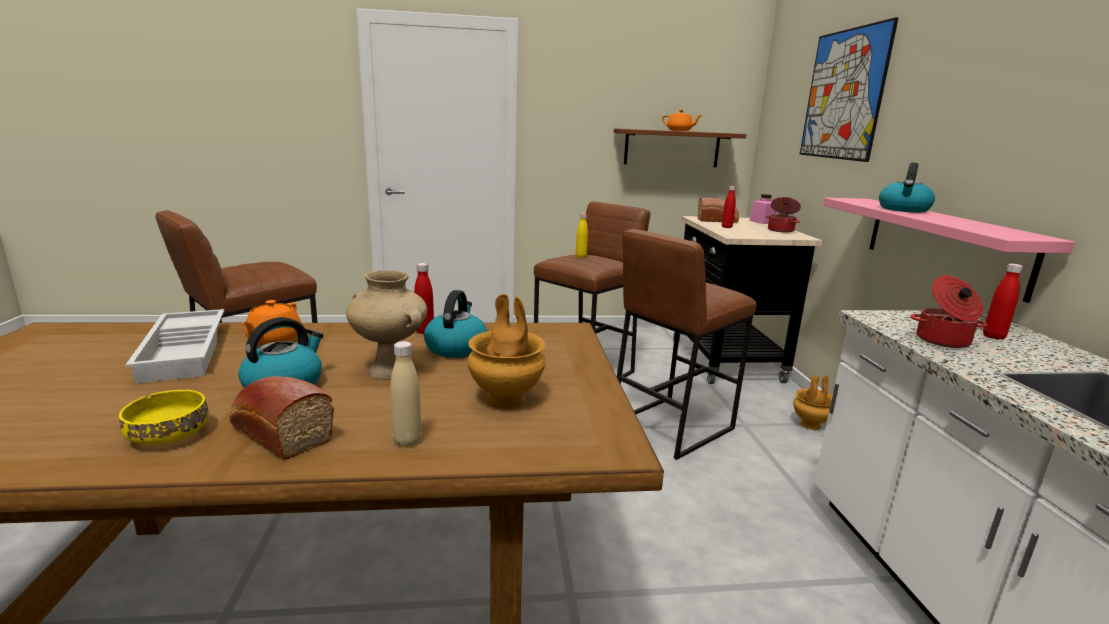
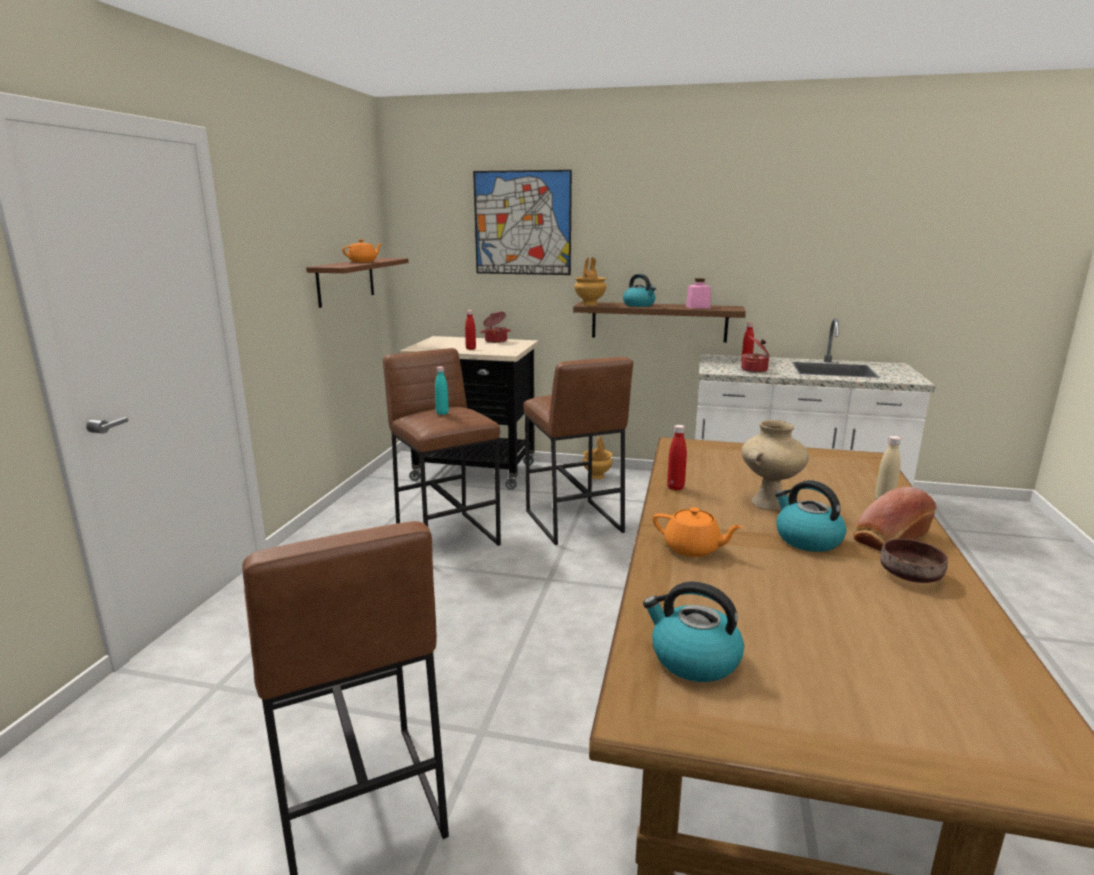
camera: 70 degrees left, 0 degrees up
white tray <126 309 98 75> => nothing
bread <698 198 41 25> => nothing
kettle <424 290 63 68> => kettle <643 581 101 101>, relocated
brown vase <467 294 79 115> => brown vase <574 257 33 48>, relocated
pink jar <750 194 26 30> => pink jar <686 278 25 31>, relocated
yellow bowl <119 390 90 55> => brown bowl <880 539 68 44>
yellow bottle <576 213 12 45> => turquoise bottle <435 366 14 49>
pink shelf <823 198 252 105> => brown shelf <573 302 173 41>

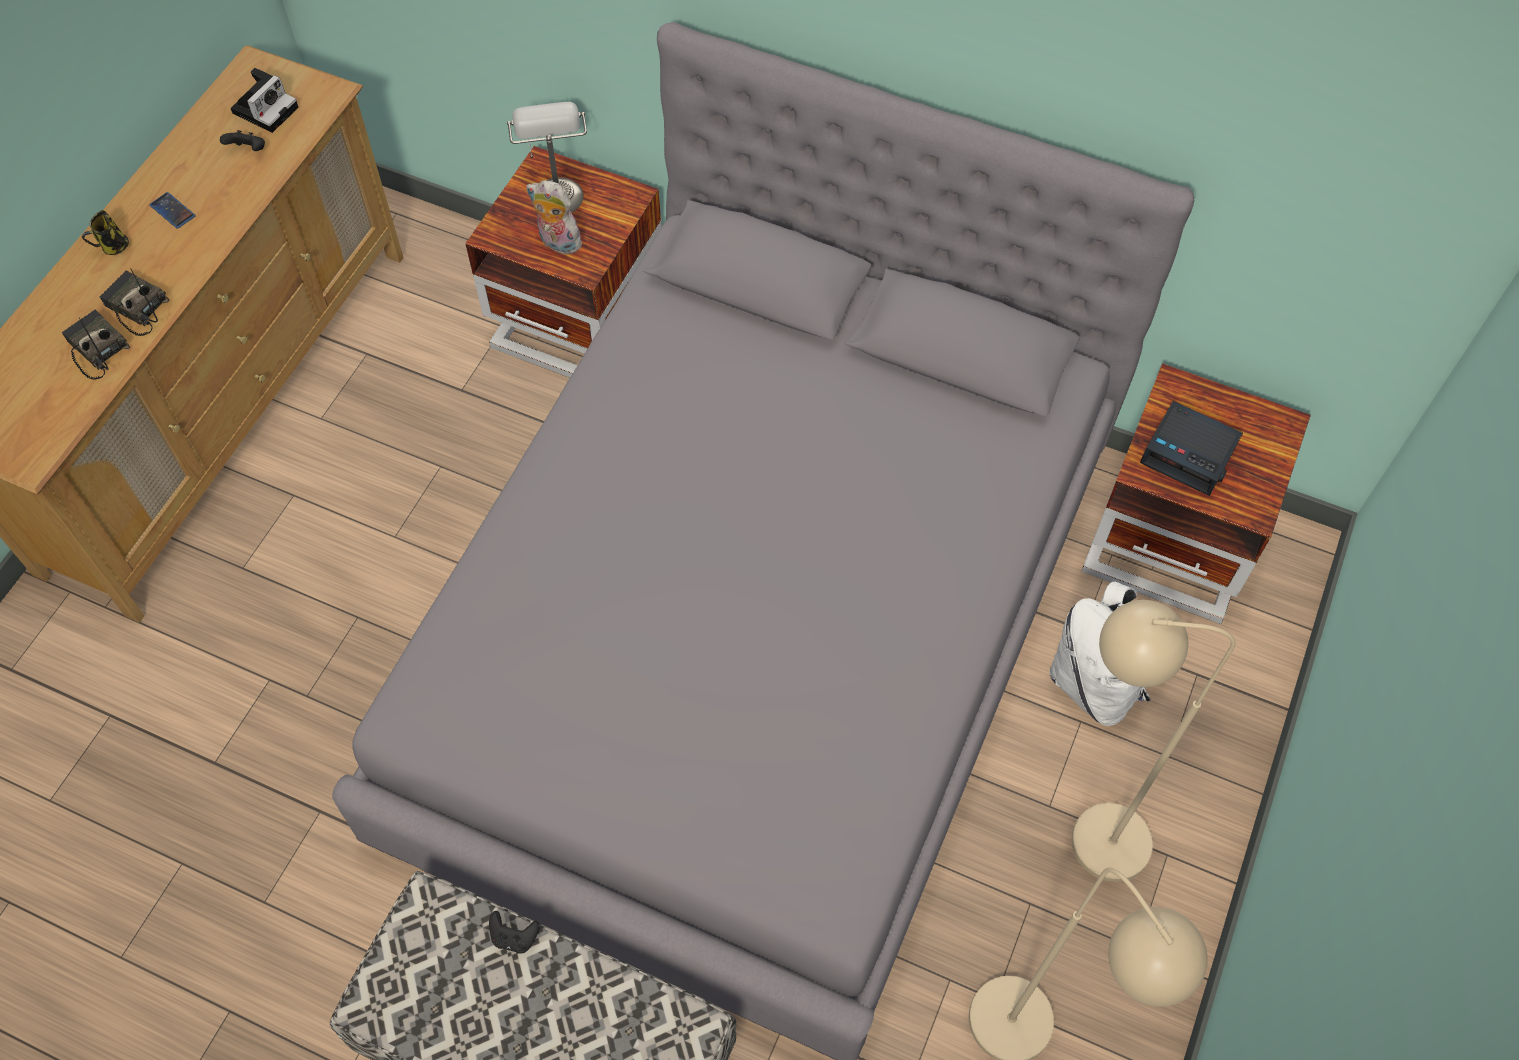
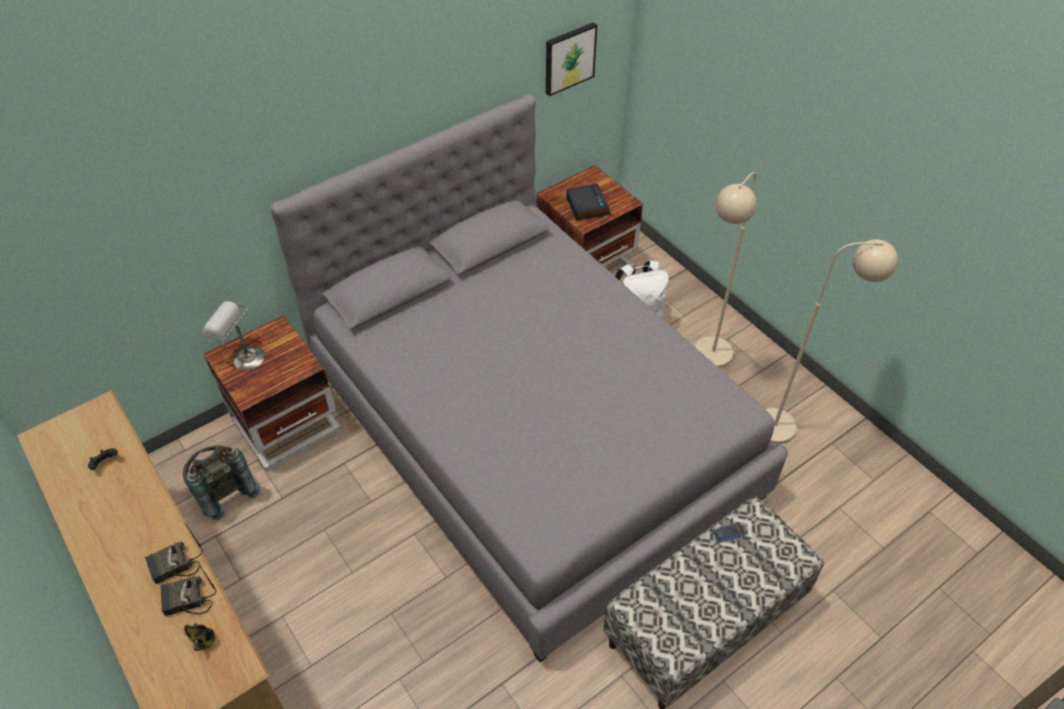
camera: 60 degrees left, 10 degrees down
photo camera <231 68 68 65> => nothing
black game controller <489 911 51 43> => nothing
plush toy <526 180 58 74> => nothing
nothing => grey backpack <183 445 78 75>
nothing => picture <546 22 51 74>
mug <82 210 47 45> => mug <184 623 31 28>, relocated
phone <149 192 47 37> => phone <712 522 33 21>, relocated
alarm clock <1140 401 103 95> => alarm clock <566 184 44 37>, 75 degrees counterclockwise

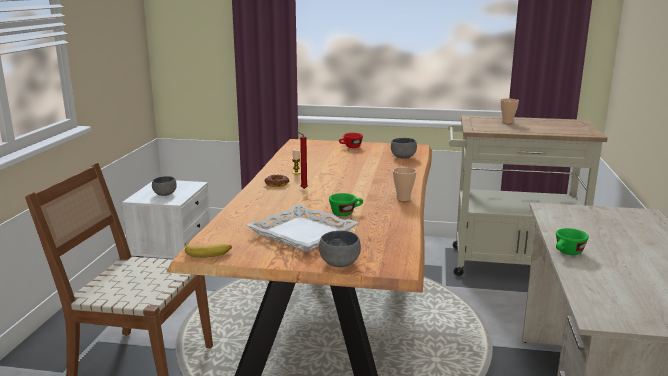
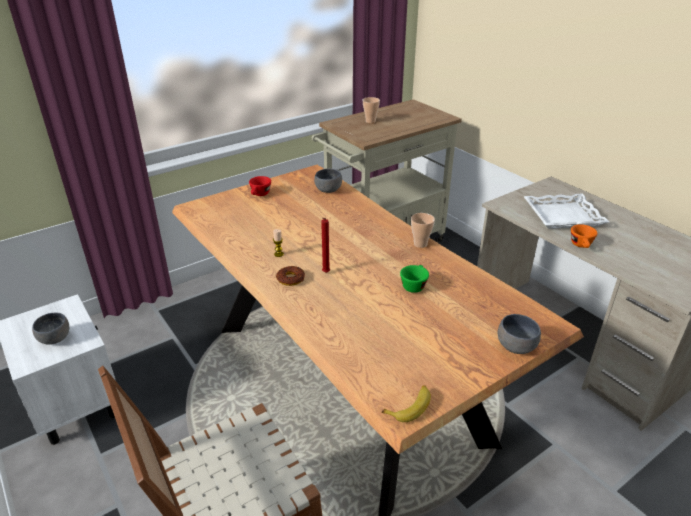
camera: 45 degrees left, 15 degrees up
white tray <247 204 111 48> => white tray <524 194 85 35>, relocated
green cup <556 228 33 27> => orange cup <571 224 26 24>

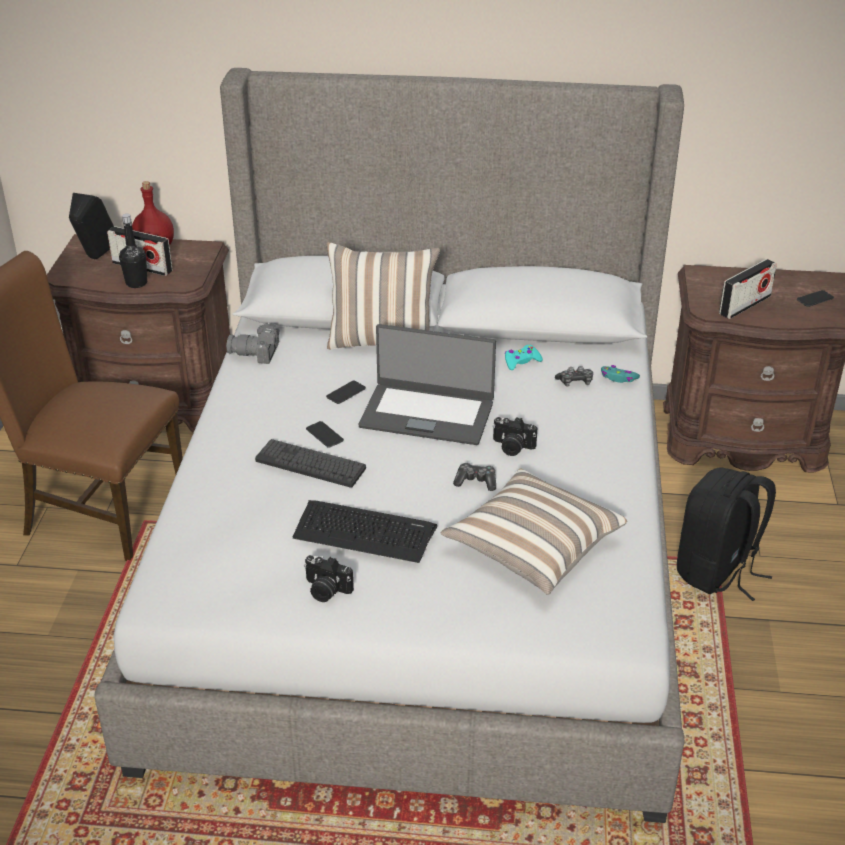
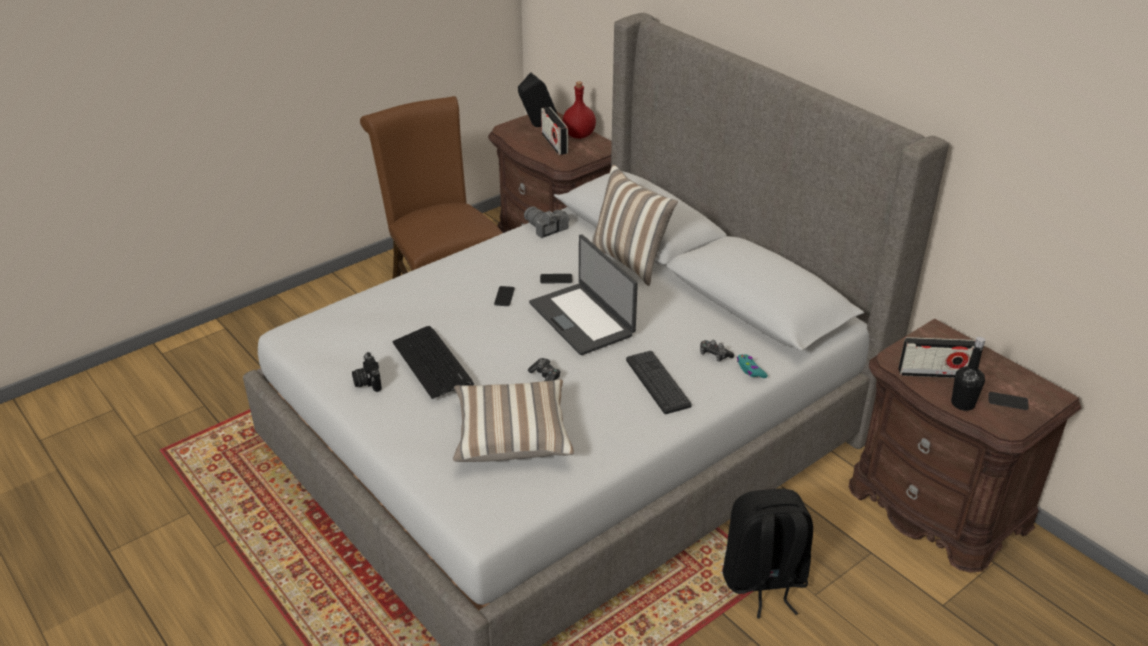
camera: 45 degrees right, 0 degrees up
photo camera <492 417 45 39> => nothing
turquoise game controller <505 345 38 25> => nothing
black bottle <119 214 28 74> => black bottle <951 337 34 74>, relocated
keyboard <255 439 111 49> => keyboard <626 351 66 63>, relocated

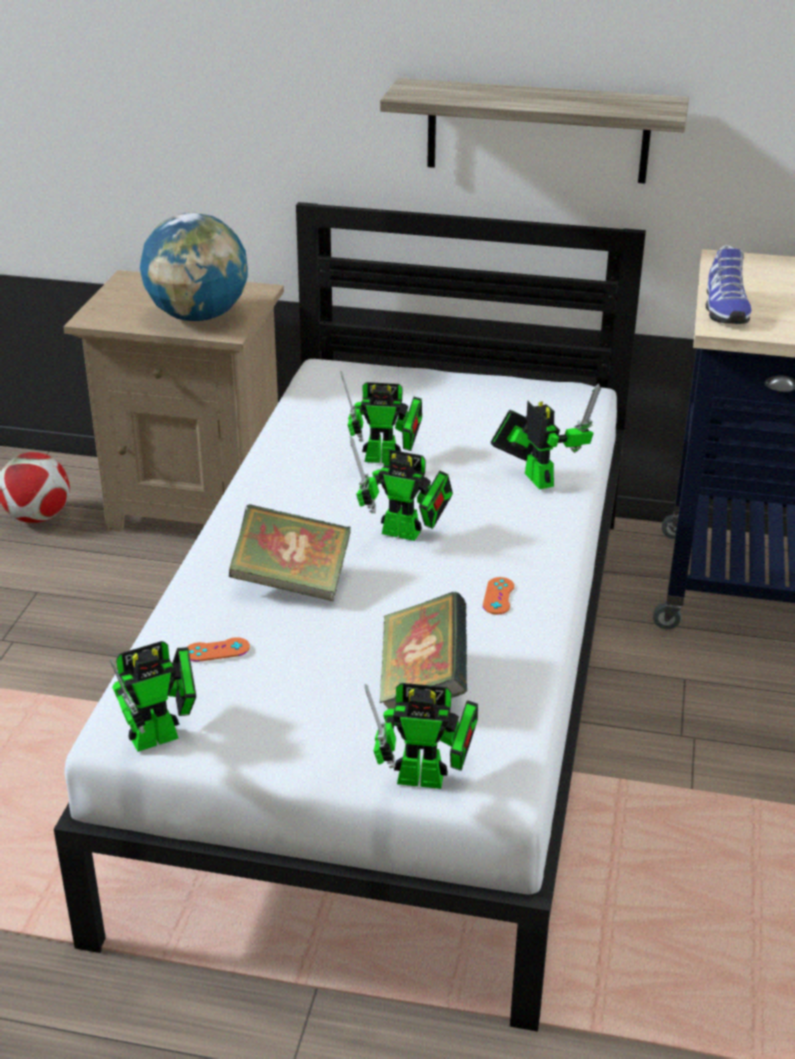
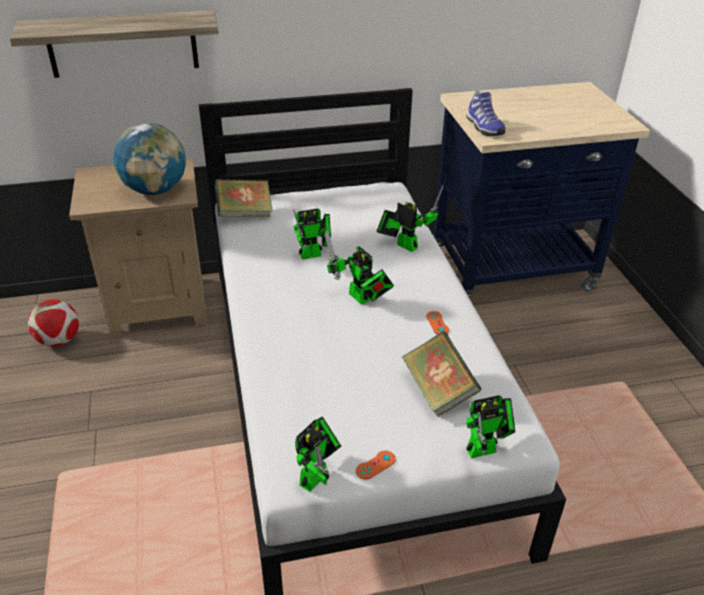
camera: 25 degrees left, 5 degrees up
orange game controller <187 637 63 25> => orange game controller <356 450 40 30>, relocated
book <229 504 122 97> => book <215 179 58 38>, relocated
shelf <380 78 309 106> => shelf <10 10 209 68>, relocated
toy robot <350 436 103 105> => toy robot <325 231 69 73>, 60 degrees clockwise

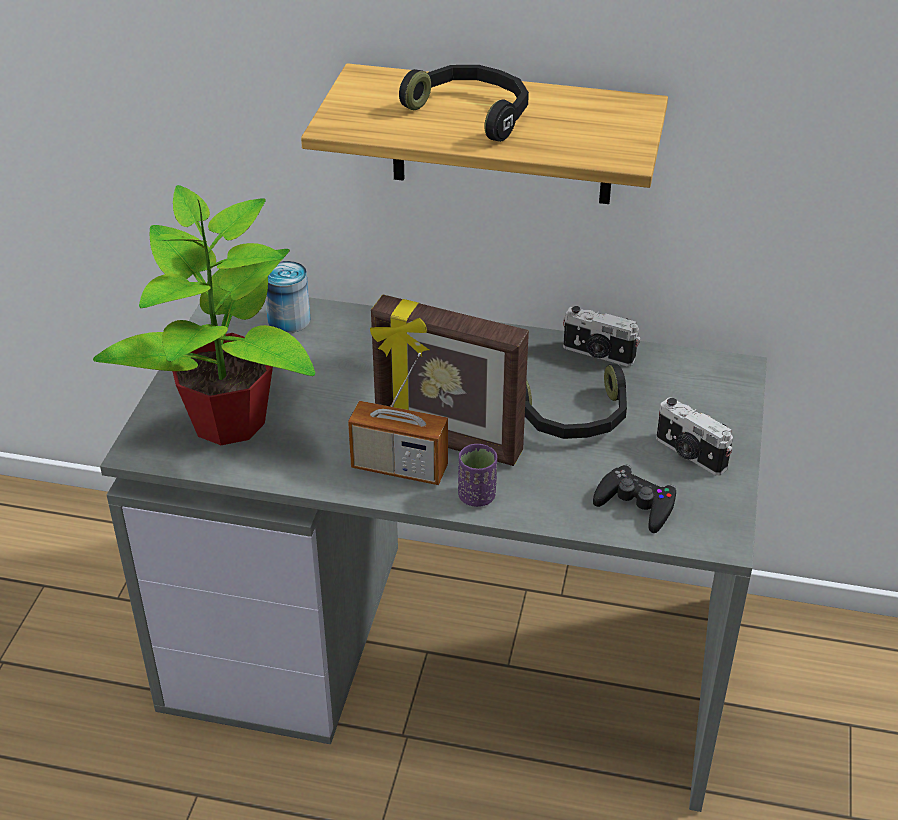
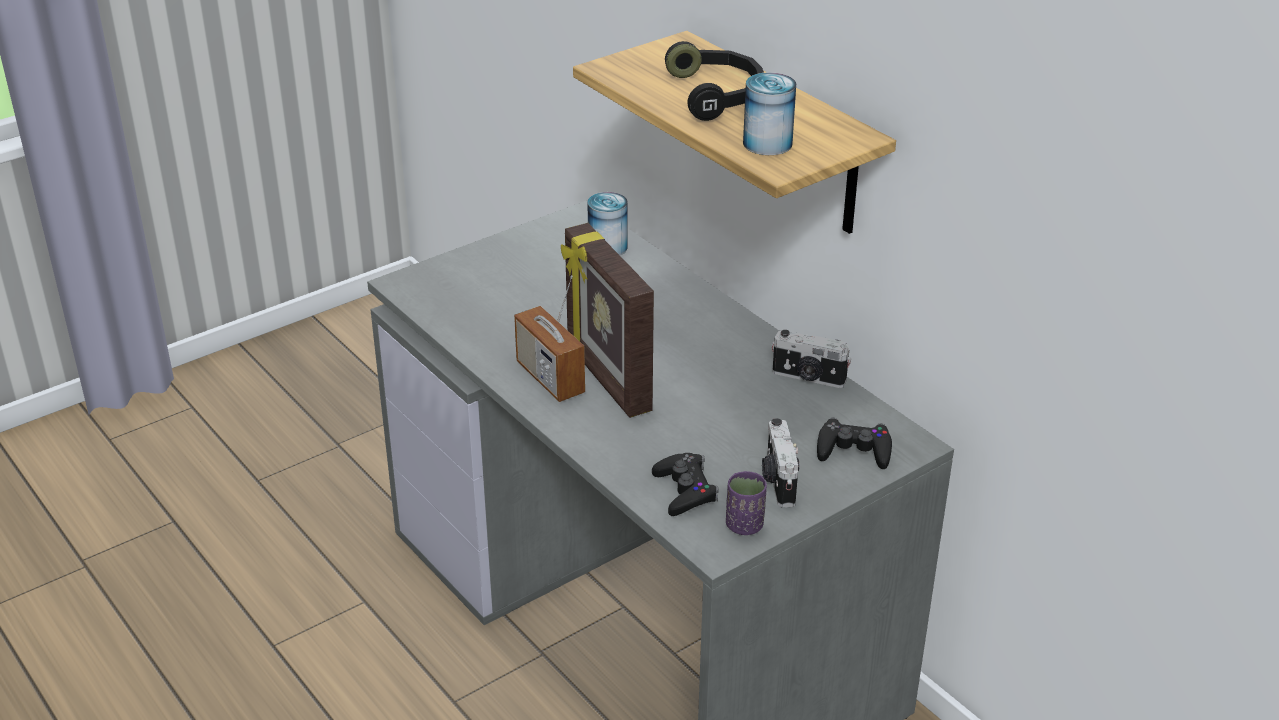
camera: 40 degrees right, 5 degrees down
potted plant <93 185 222 260> => nothing
black headphones <525 364 102 75> => nothing
nothing => can <743 72 53 83>
nothing => black game controller <817 418 75 51>
purple cup <458 444 39 63> => purple cup <726 471 41 64>, relocated
photo camera <563 306 77 61> => photo camera <772 330 79 58>, 45 degrees counterclockwise

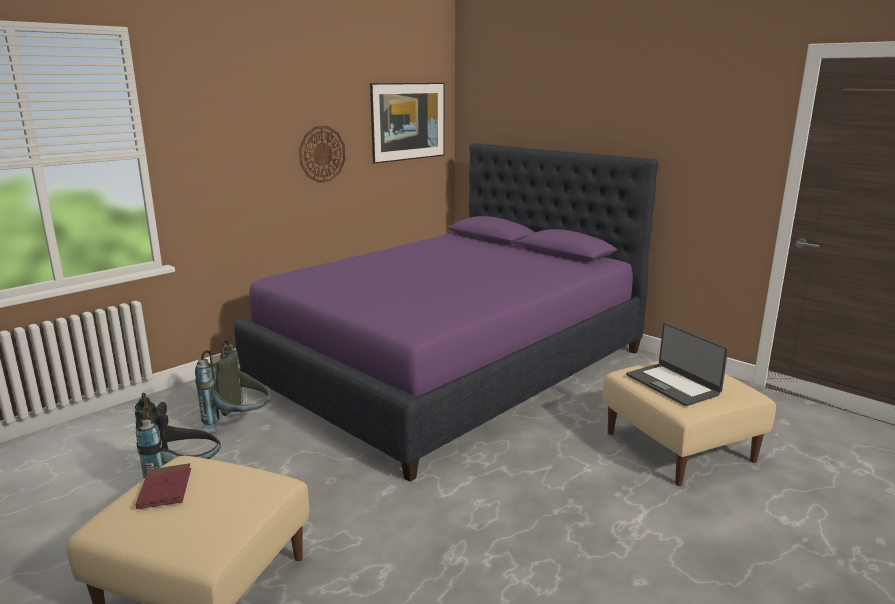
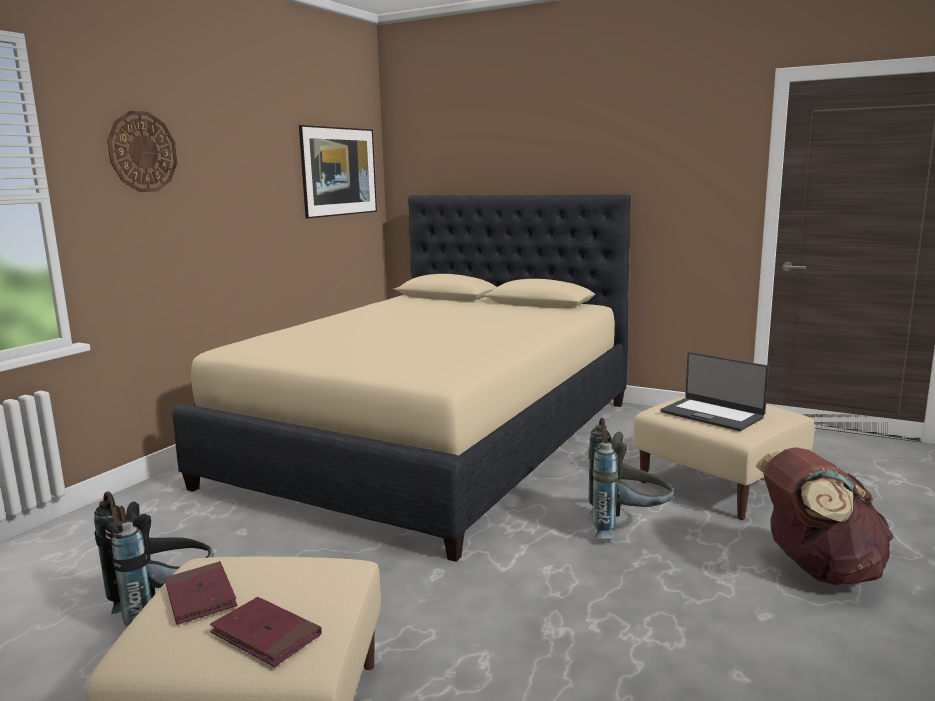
camera: 15 degrees left, 5 degrees down
nothing => red book <210 597 112 70>
nothing => brown backpack <755 448 139 137>
grey backpack <195 340 76 92> => grey backpack <588 418 86 121>, relocated
wall clock <299 126 46 57> => wall clock <107 111 70 81>, relocated
purple bed <234 143 424 339> => beige bed <172 194 459 368>

